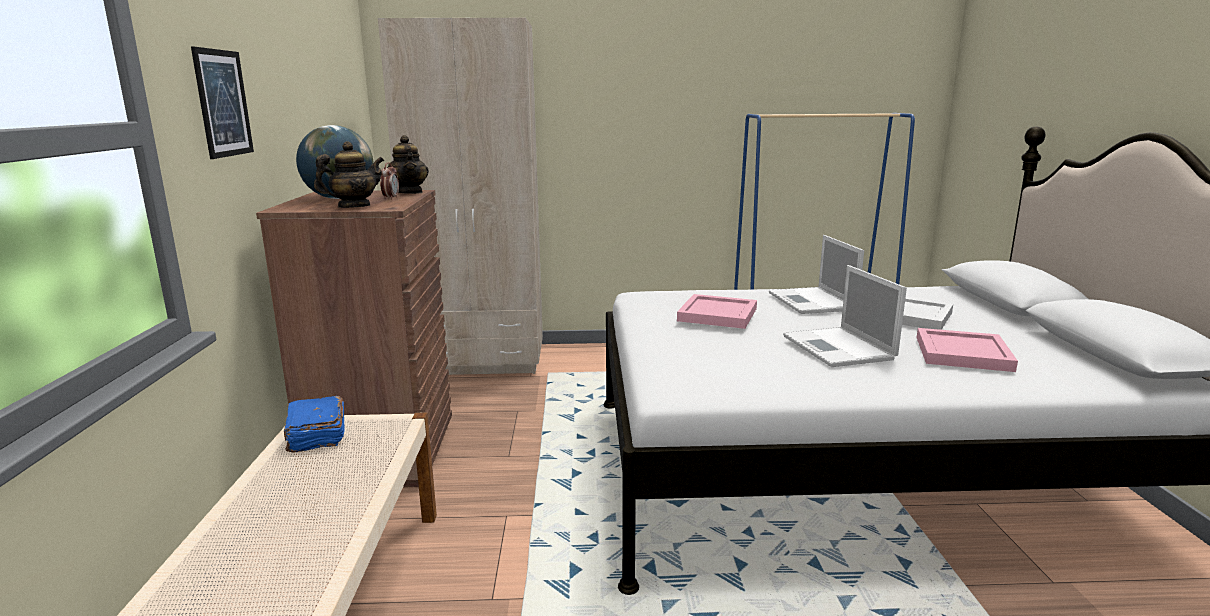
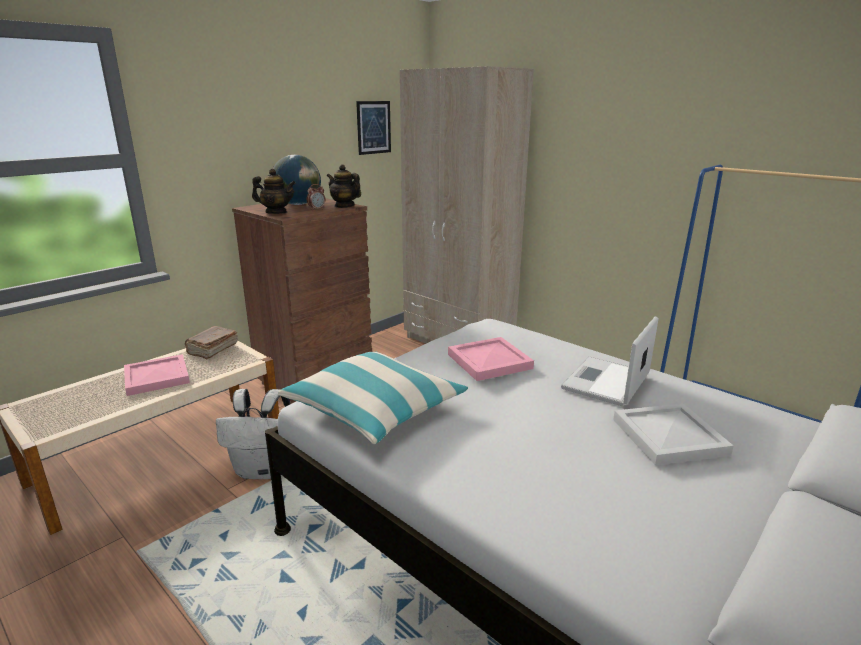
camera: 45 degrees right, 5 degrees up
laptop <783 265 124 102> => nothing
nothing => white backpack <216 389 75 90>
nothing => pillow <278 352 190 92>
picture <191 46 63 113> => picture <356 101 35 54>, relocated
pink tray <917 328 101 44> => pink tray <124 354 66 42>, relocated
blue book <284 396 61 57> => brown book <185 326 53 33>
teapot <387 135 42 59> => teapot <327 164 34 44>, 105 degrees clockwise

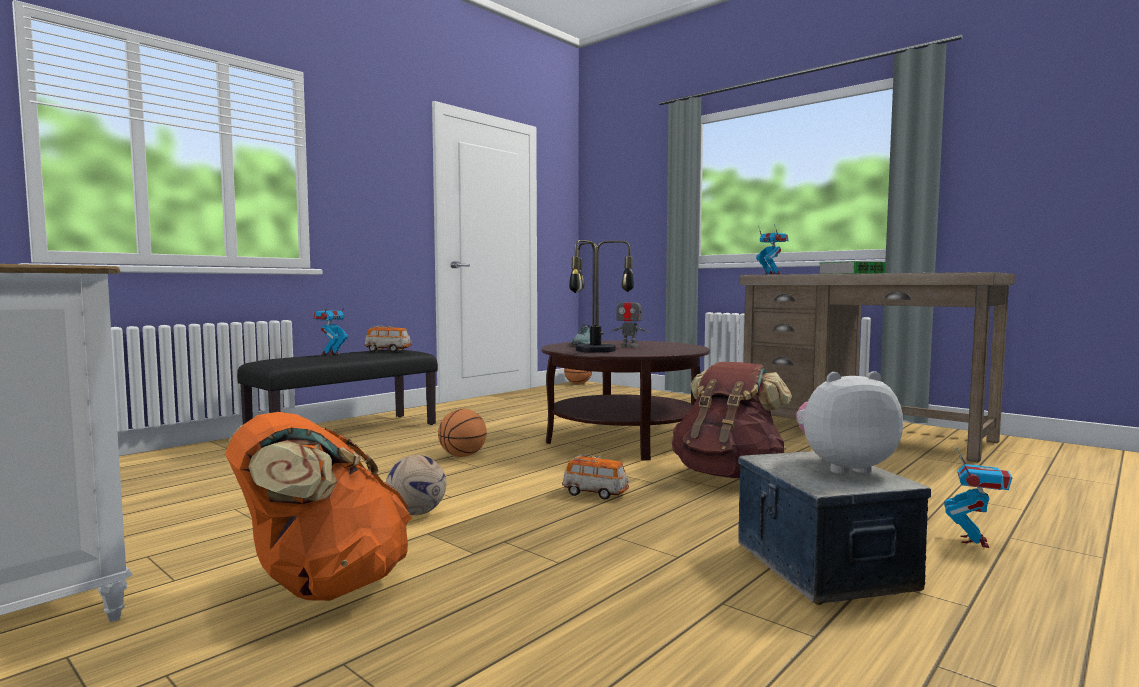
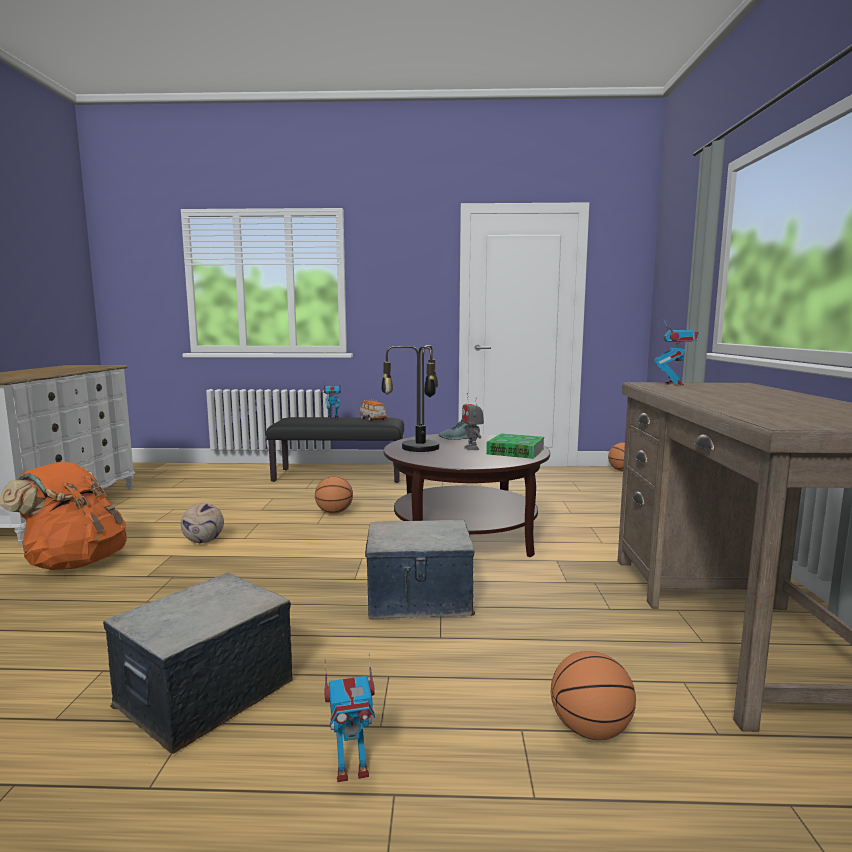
camera: 50 degrees right, 5 degrees up
toy car <562 454 67 45> => nothing
plush toy <796 371 107 103> => nothing
nothing => basketball <551 651 85 89>
book <820 261 67 13> => book <486 433 59 26>, relocated
brown backpack <672 362 120 116> => storage box <365 520 110 99>

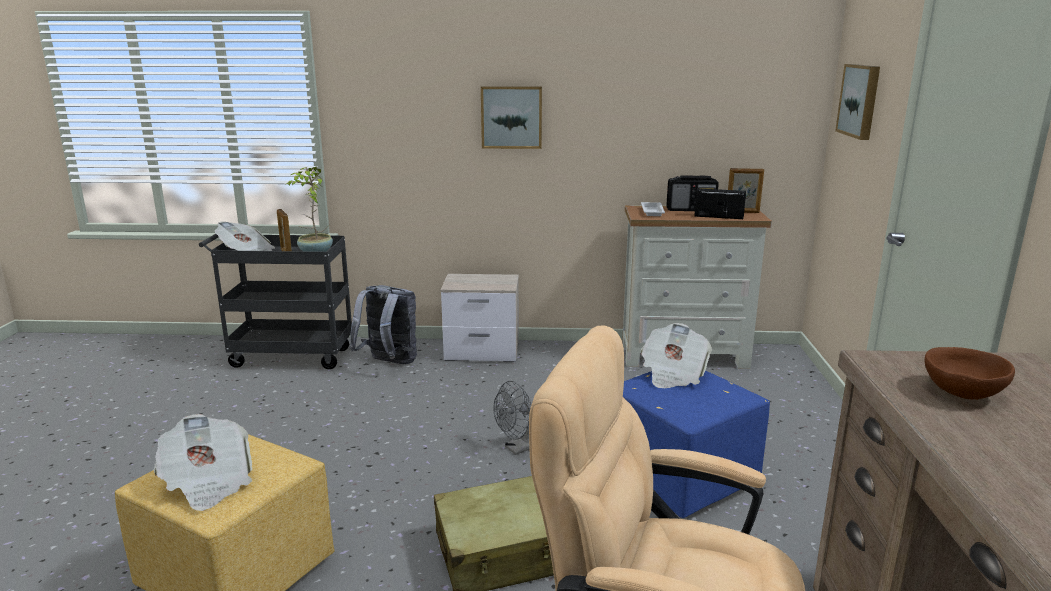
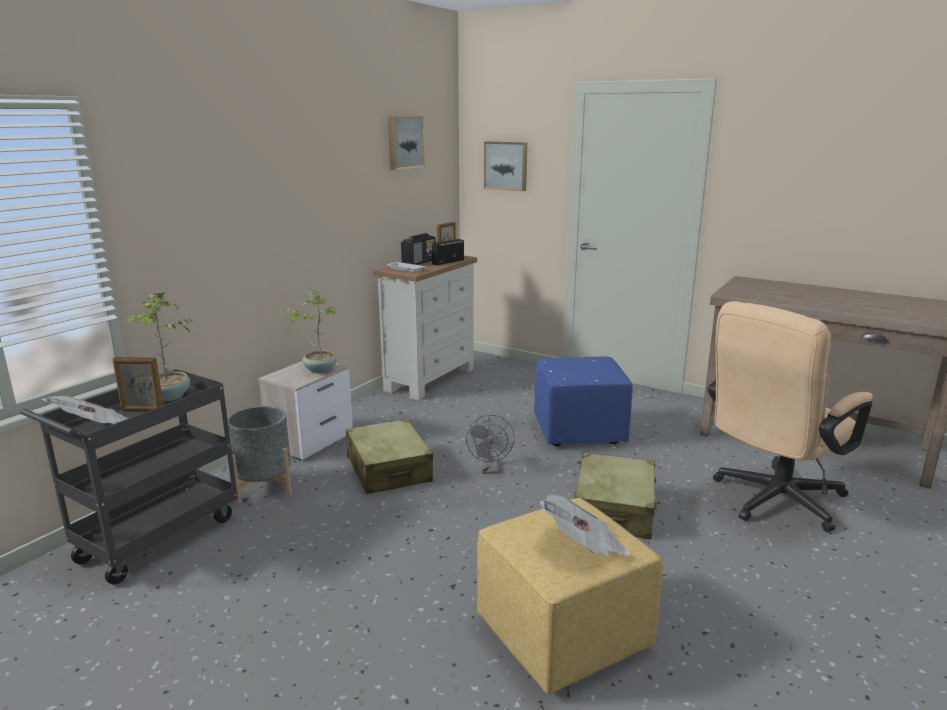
camera: 60 degrees left, 0 degrees up
newspaper <641 323 71 65> => nothing
brown bowl <924 347 91 53> => nothing
nothing => potted plant <285 289 53 84>
nothing => beige suitcase <346 419 87 75>
picture <481 86 61 63> => picture <388 116 37 54>, relocated
grey backpack <349 285 68 79> => grey planter <227 406 65 98>

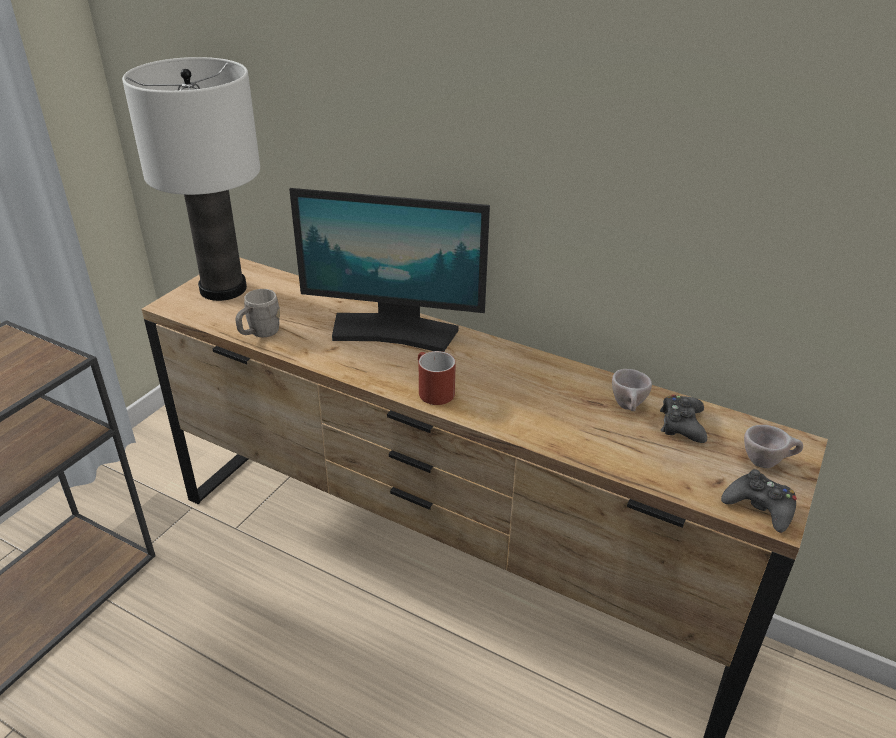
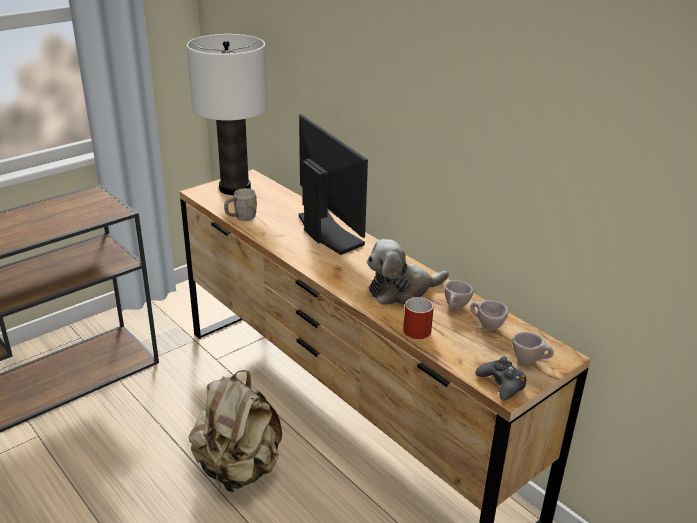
camera: 20 degrees right, 5 degrees down
nothing => beige backpack <189 370 93 122>
nothing => plush toy <367 239 82 66>
red mug <418 351 38 54> => red mug <403 297 31 42>, relocated
black game controller <660 395 47 48> => beige cup <470 300 38 31>
monitor <289 188 201 164> => monitor <299 114 69 141>, 150 degrees counterclockwise

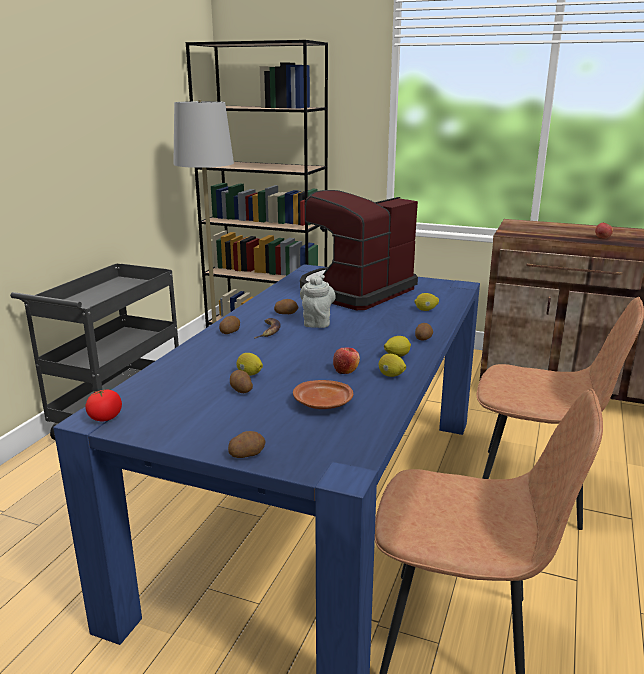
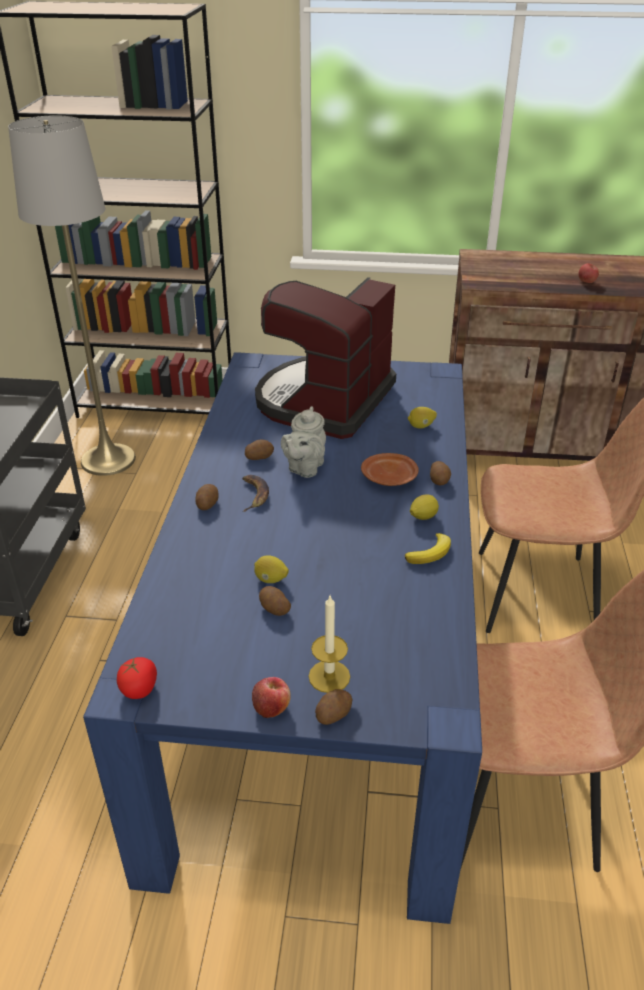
camera: 15 degrees left, 15 degrees up
nothing => candle <309 596 41 97>
brown plate <293 380 60 29> => brown plate <361 453 58 33>, relocated
apple <333 348 27 26> => apple <252 677 39 41>, relocated
lemon <379 354 27 23> => banana <405 533 46 31>
grey teapot <300 274 36 54> => grey teapot <281 406 45 72>, 150 degrees counterclockwise

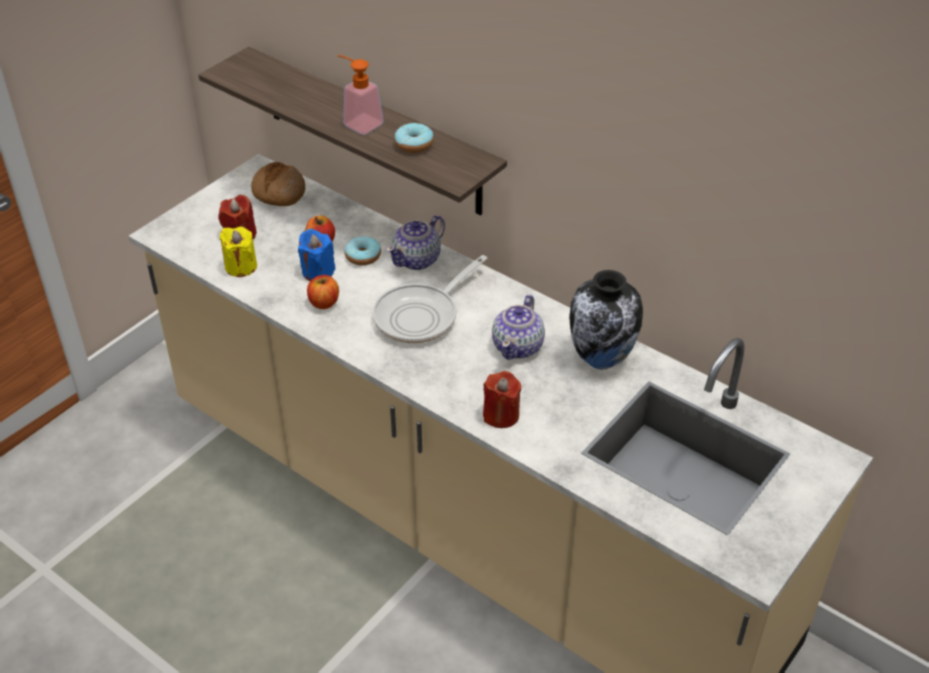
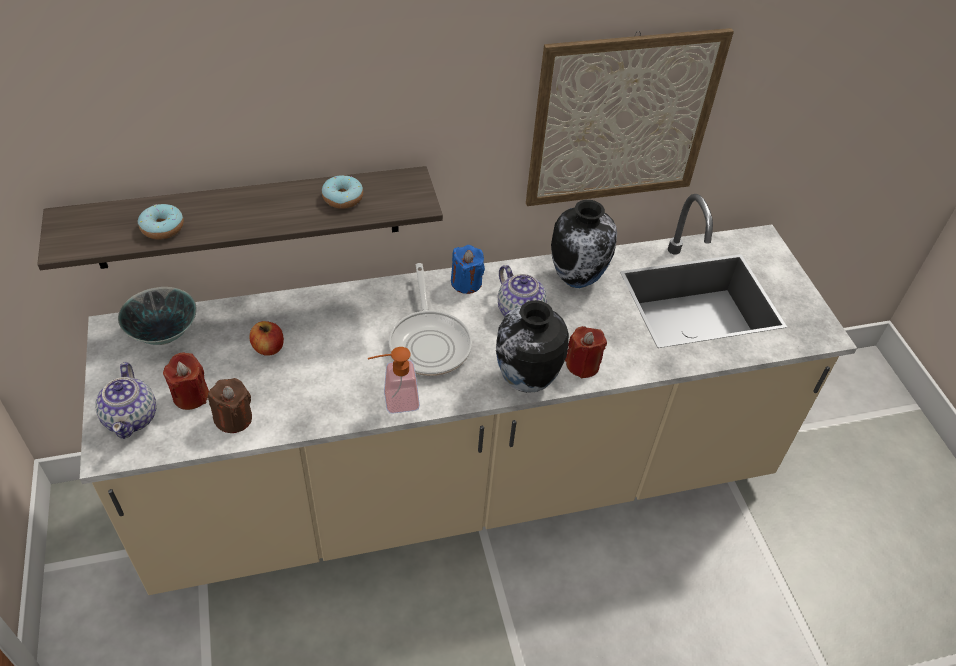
camera: 55 degrees left, 5 degrees up
apple <307 275 32 34> => nothing
nothing => vase <496 300 73 93>
nothing => picture <526 28 208 178>
blue candle <298 229 38 52> => blue candle <451 245 34 49>, relocated
soap dispenser <338 55 46 80> => soap dispenser <368 347 52 67>, relocated
donut <344 236 37 29> => donut <138 204 46 36>, relocated
teapot <386 215 59 55> => teapot <96 362 60 77>, relocated
bread <251 162 54 44> => bowl <118 287 79 58>
yellow candle <220 227 37 50> => brown candle <208 378 44 55>

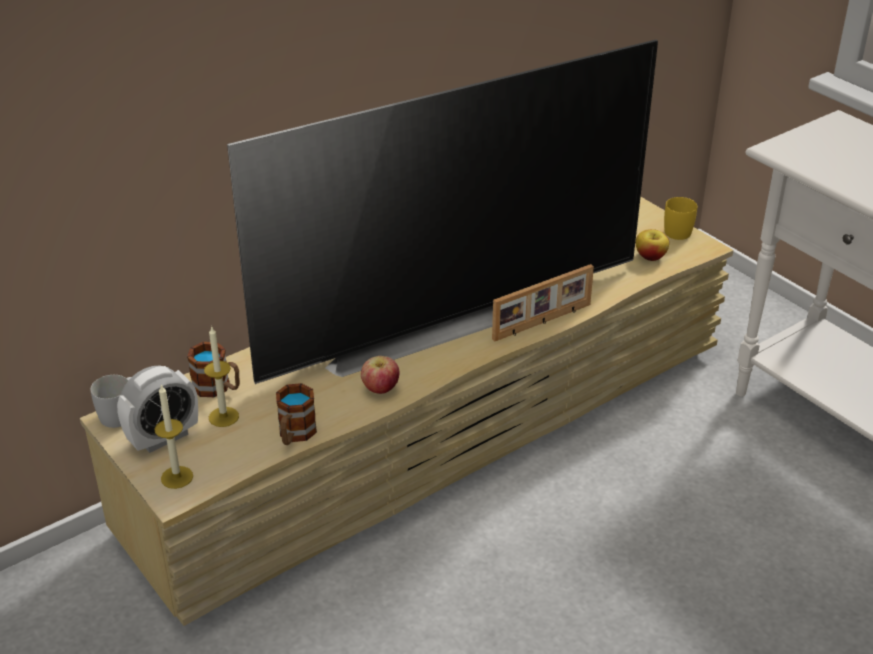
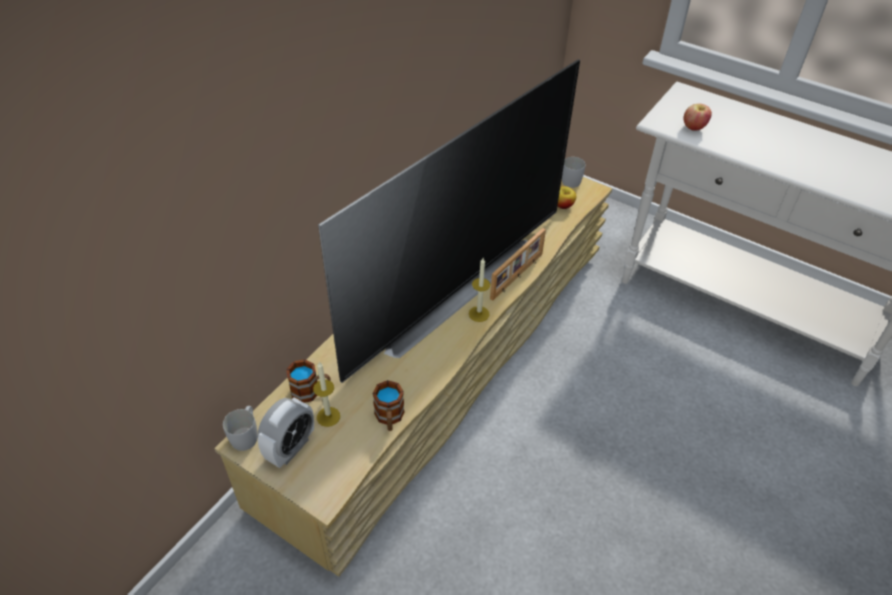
camera: 20 degrees left, 10 degrees up
candle <155 385 38 104> => candle <469 258 21 64>, relocated
apple <361 356 38 38> => apple <684 104 28 27>, relocated
yellow mug <664 197 33 43> => white mug <562 157 23 31>

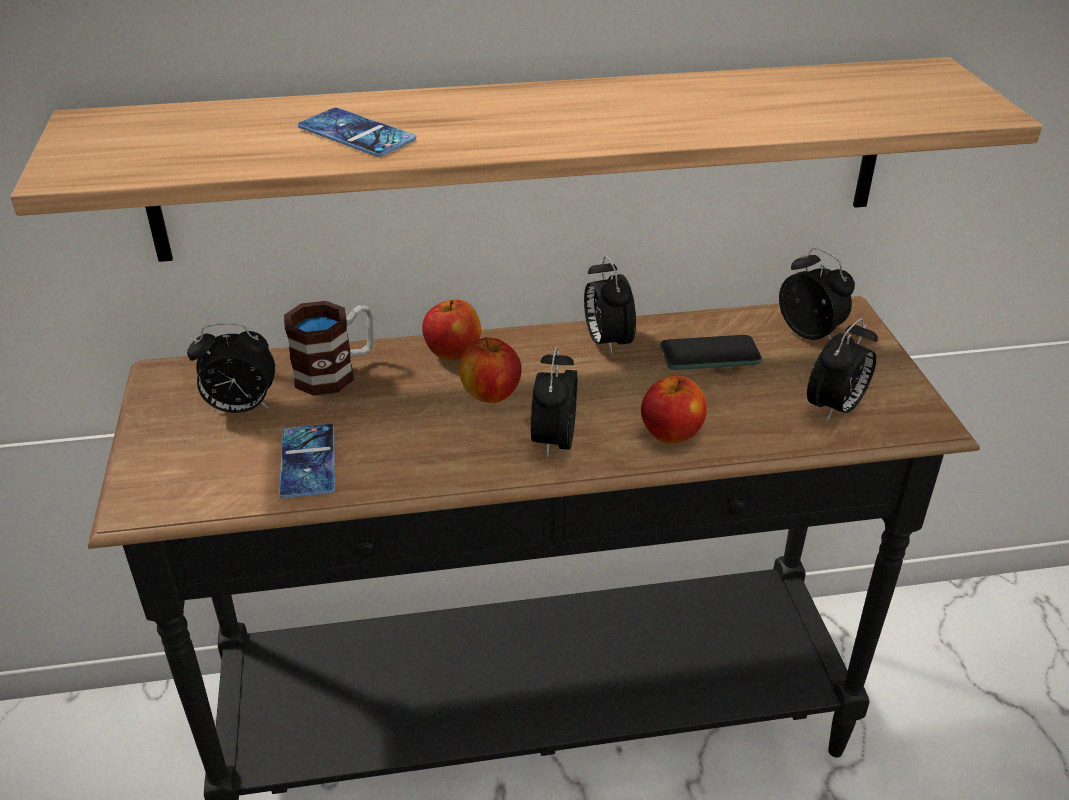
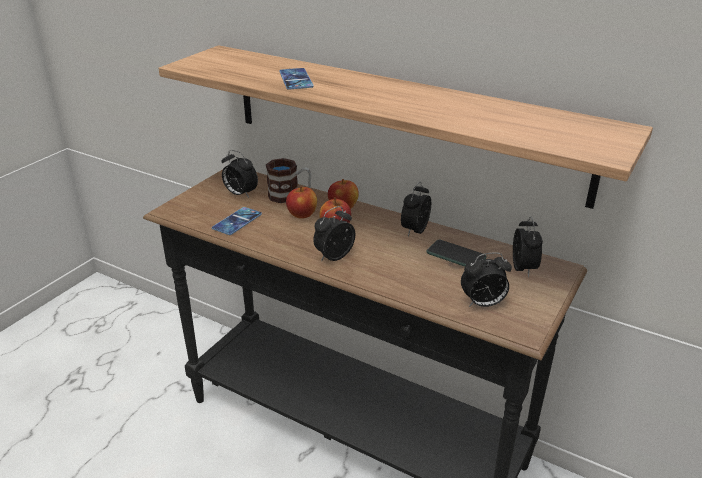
camera: 40 degrees right, 5 degrees down
apple <641 376 66 68> => apple <286 186 31 33>, relocated

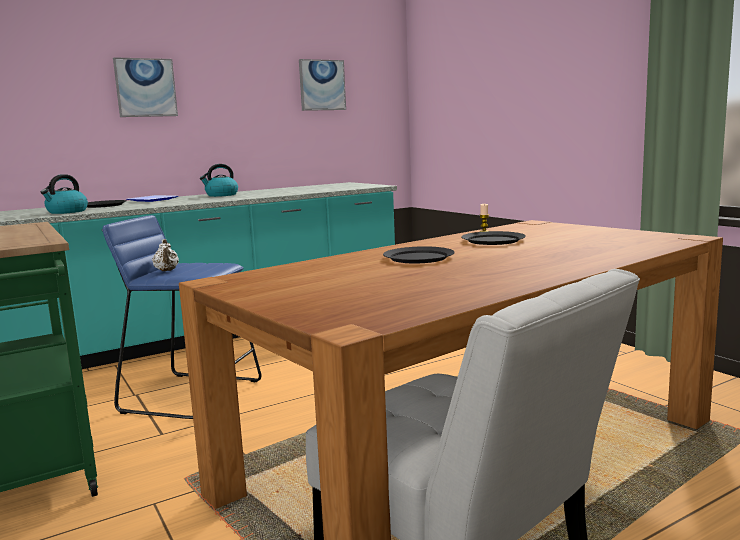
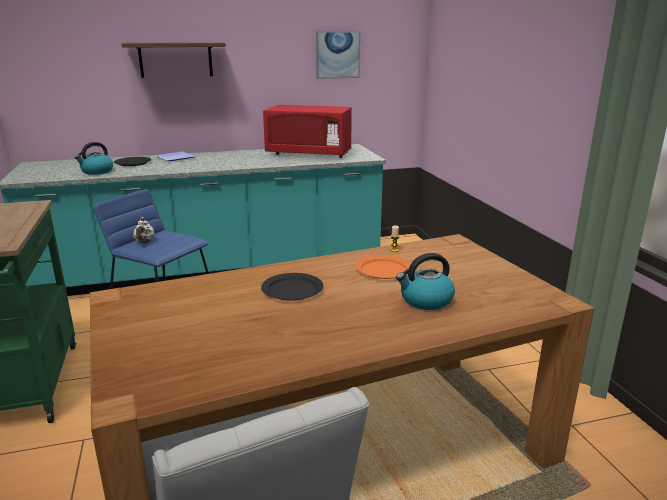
camera: 15 degrees right, 10 degrees up
nothing => red microwave <263 105 89 53>
kettle <200 164 38 33> => kettle <396 253 59 57>, relocated
picture <113 57 65 60> => shelf <121 42 105 36>
black plate <462 231 64 14> => orange plate <355 255 56 24>

